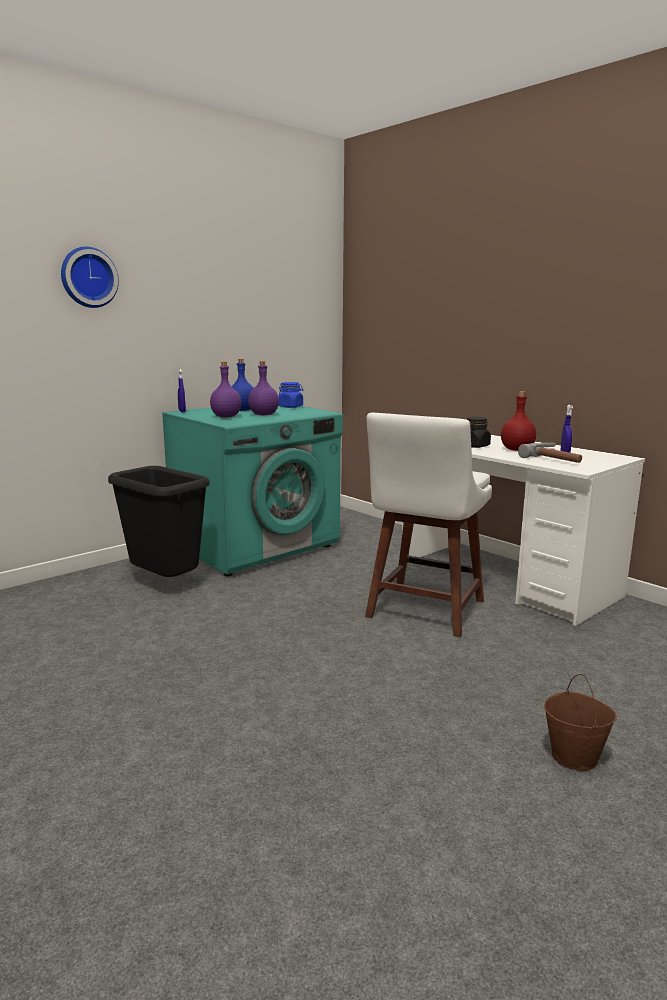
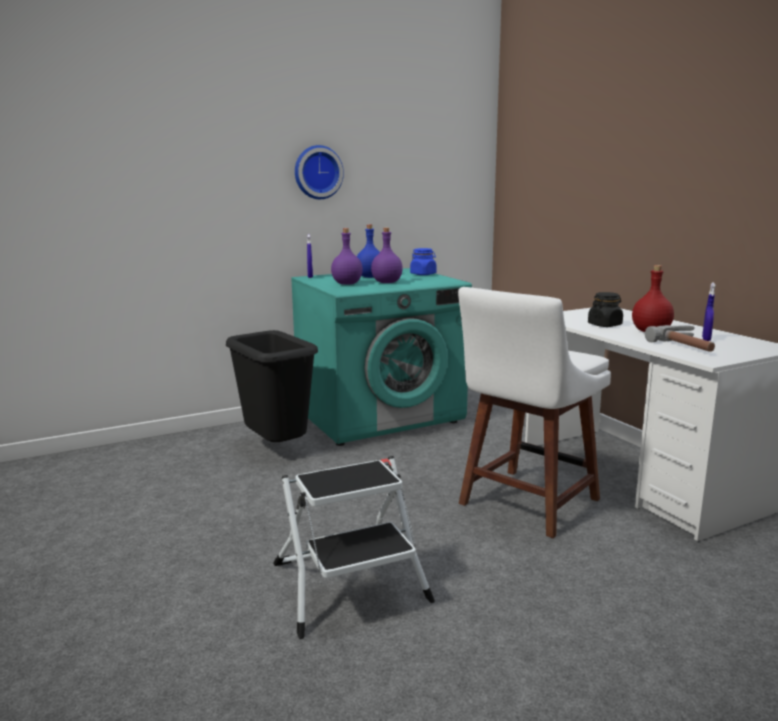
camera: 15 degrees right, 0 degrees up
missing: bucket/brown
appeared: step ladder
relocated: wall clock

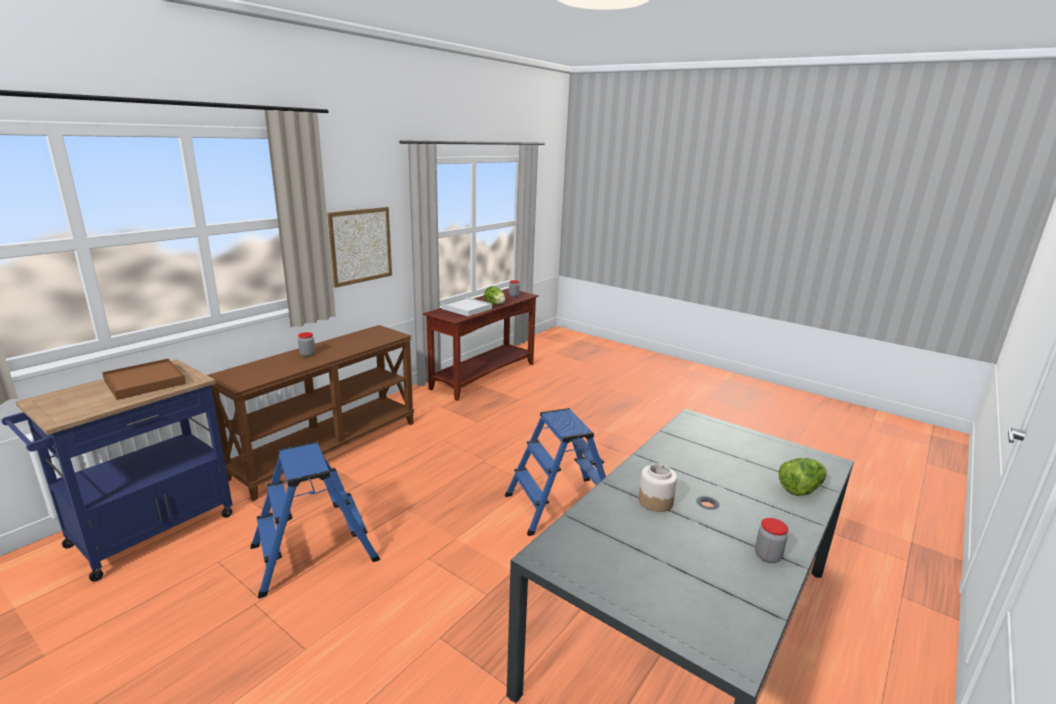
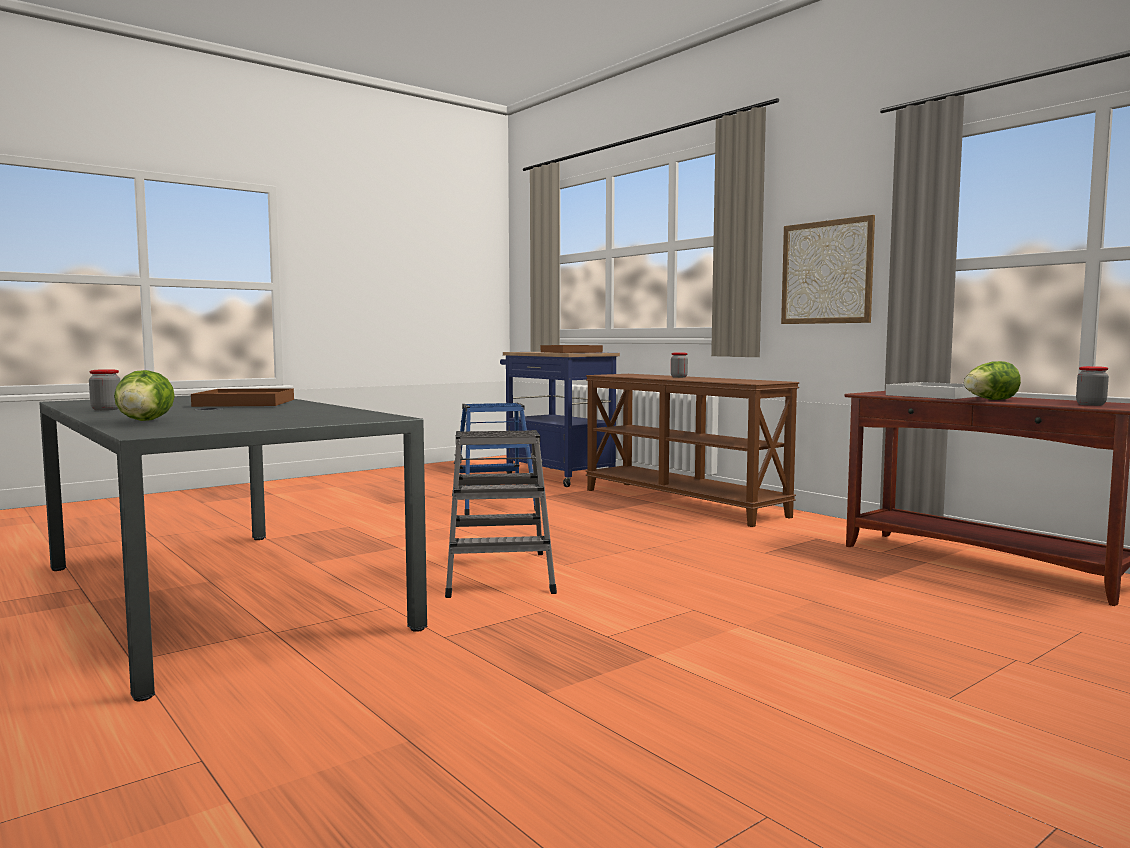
camera: 105 degrees right, 15 degrees down
exchanged: jar (no. 3 from left) to tray/brown (no. 1 from left)
colour: step ladder/blue (no. 2 from left) to step ladder/grey

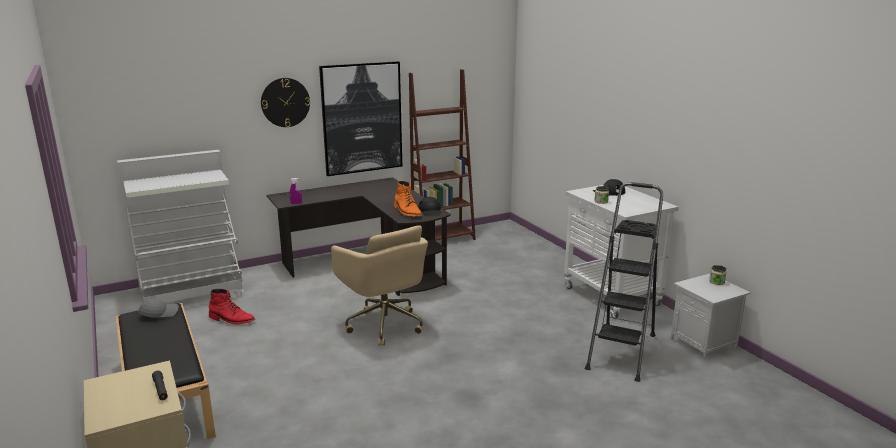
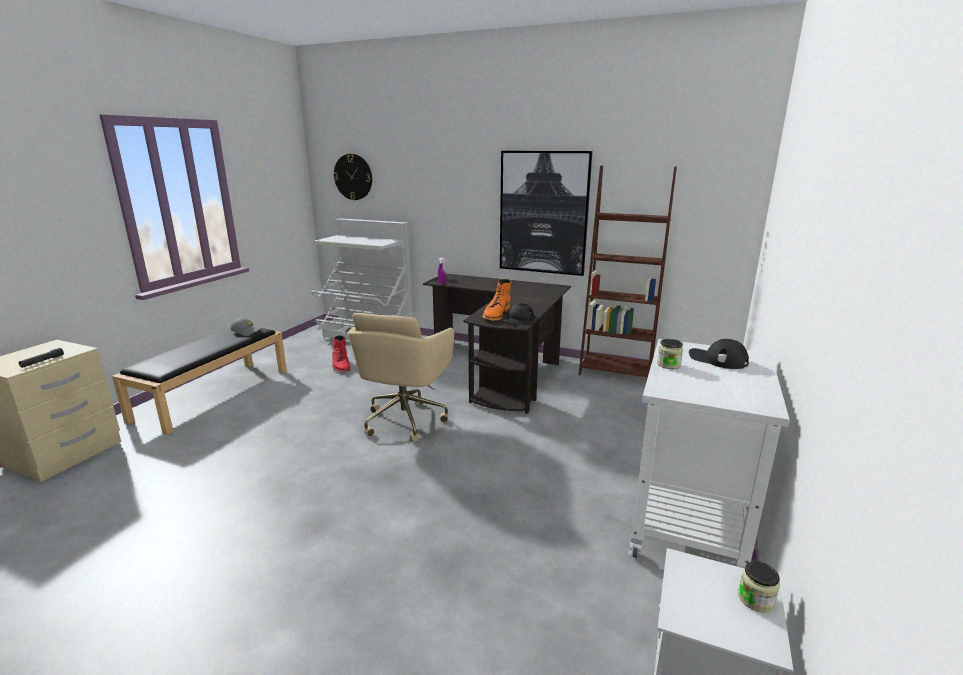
camera: 50 degrees right, 0 degrees up
missing: step ladder
relocated: wall clock

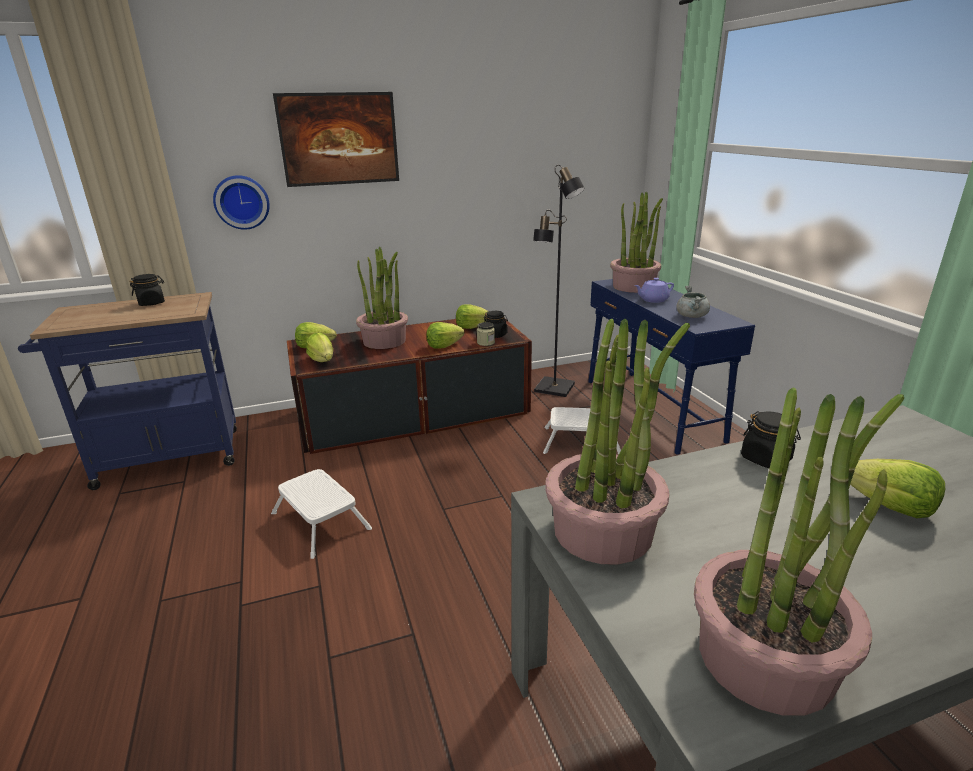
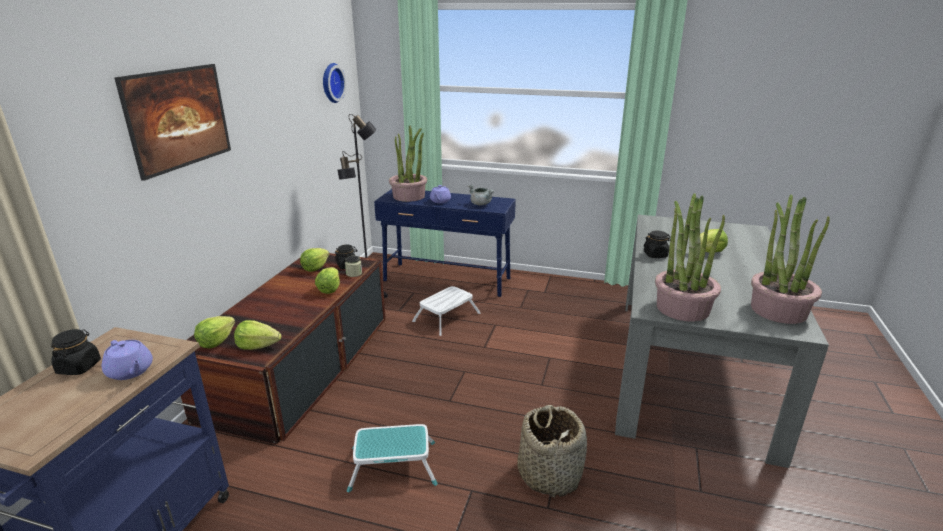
camera: 55 degrees left, 0 degrees up
missing: potted plant (no. 1 from left)
appeared: teapot/purple (no. 1 from left); basket
relocated: wall clock
colour: step ladder/white (no. 1 from left) to step ladder/turquoise

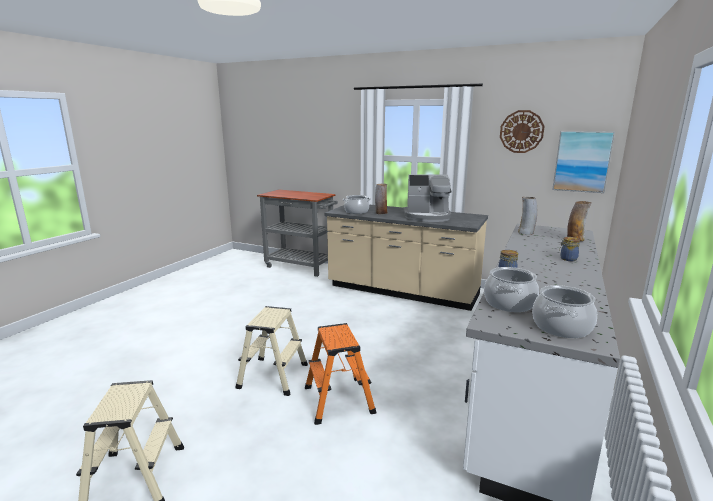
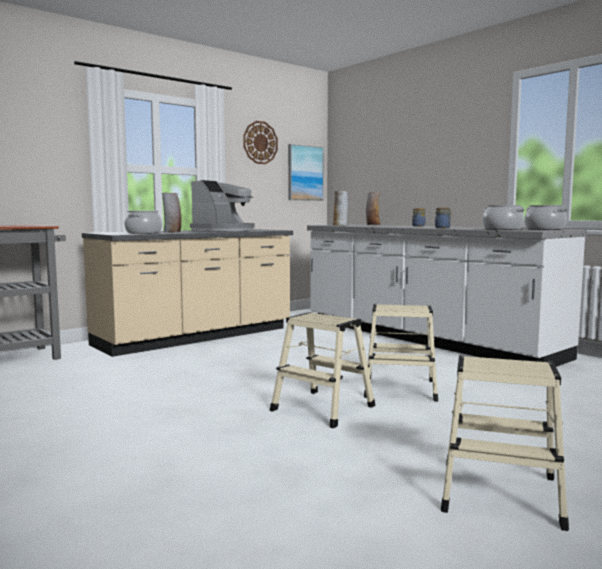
camera: 65 degrees left, 10 degrees down
colour: step ladder/orange to step ladder/beige (no. 2 from left)

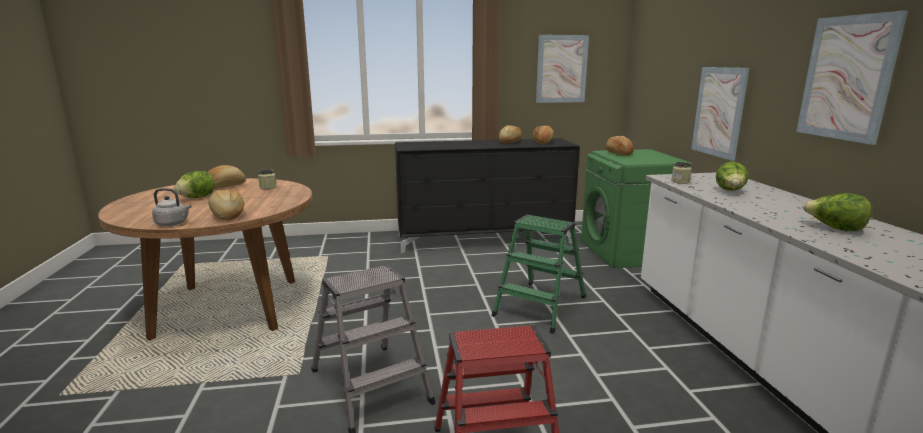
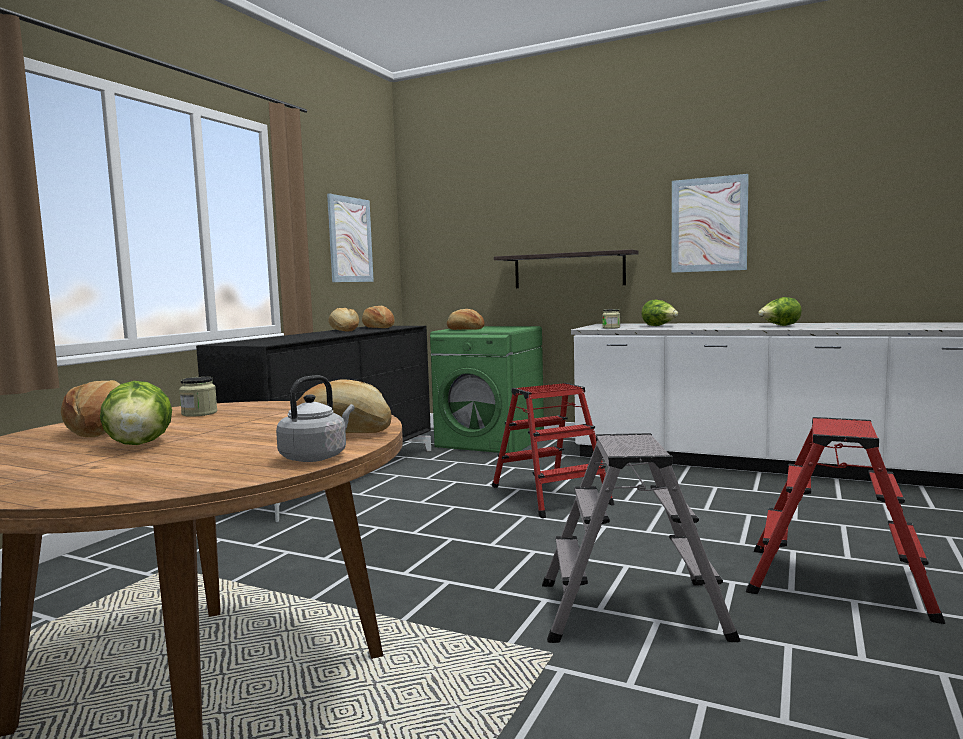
camera: 55 degrees left, 10 degrees down
exchanged: picture (no. 2 from left) to shelf
colour: step ladder/green to step ladder/red (no. 1 from left)

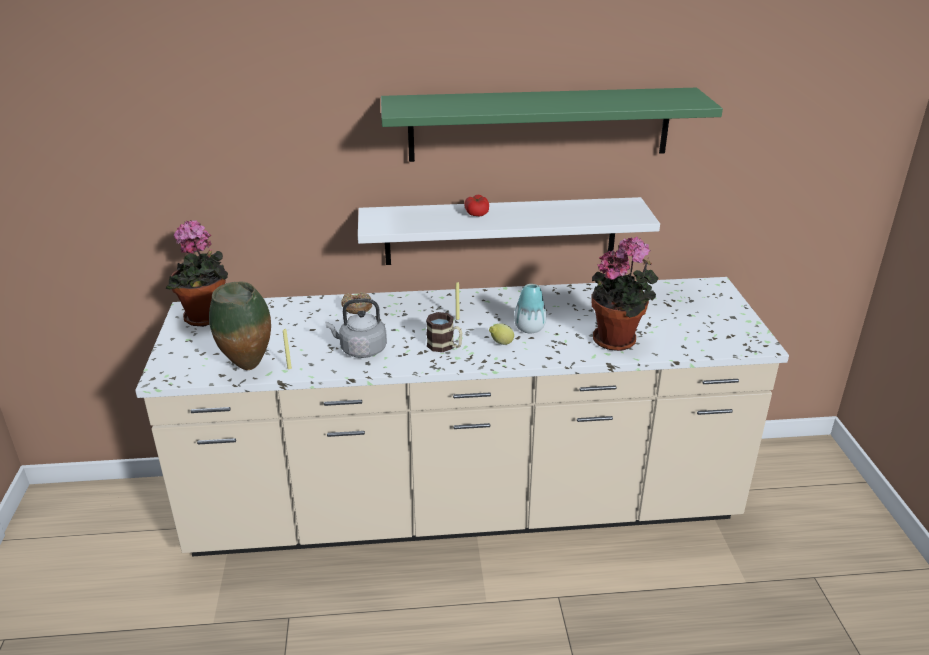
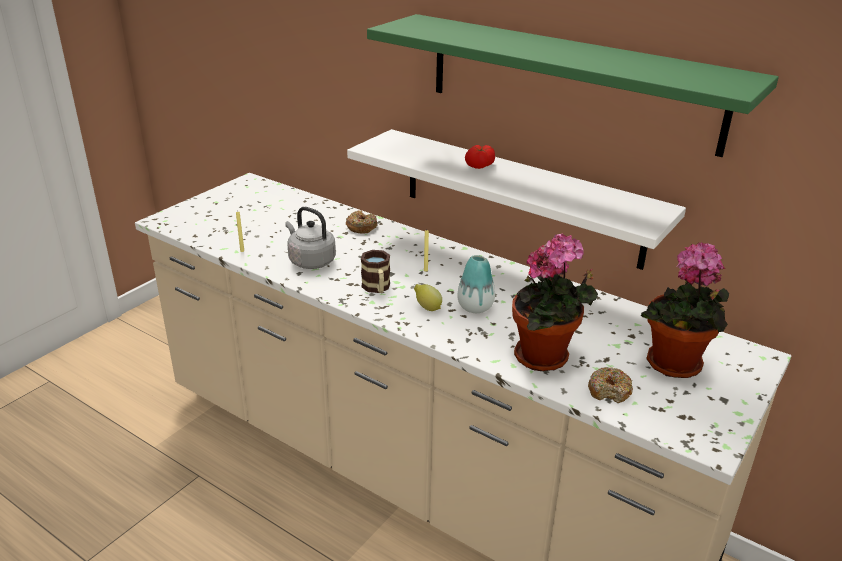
camera: 40 degrees right, 0 degrees up
missing: vase (no. 1 from left)
appeared: donut (no. 2 from left)
relocated: potted plant (no. 1 from left in the first image) to potted plant (no. 2 from left)

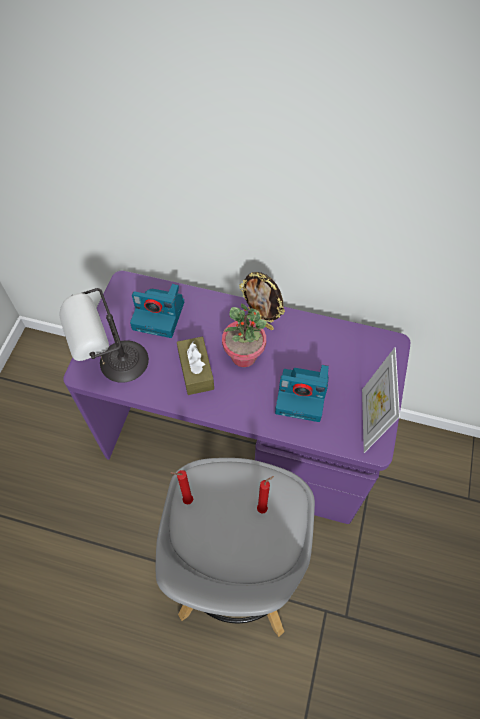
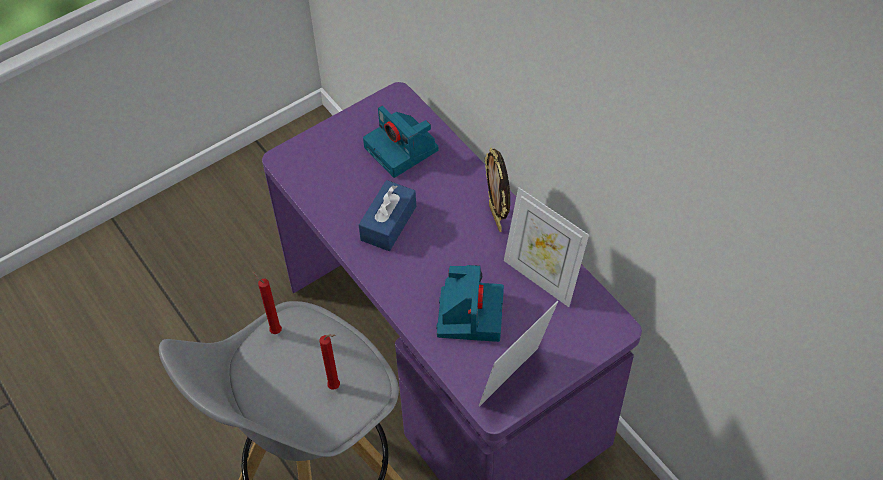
camera: 40 degrees right, 5 degrees down
missing: table lamp; potted plant
appeared: picture frame (no. 3 from left)
colour: tissue box/brown to tissue box/blue
spun: photo camera (no. 2 from left) 135 degrees counterclockwise

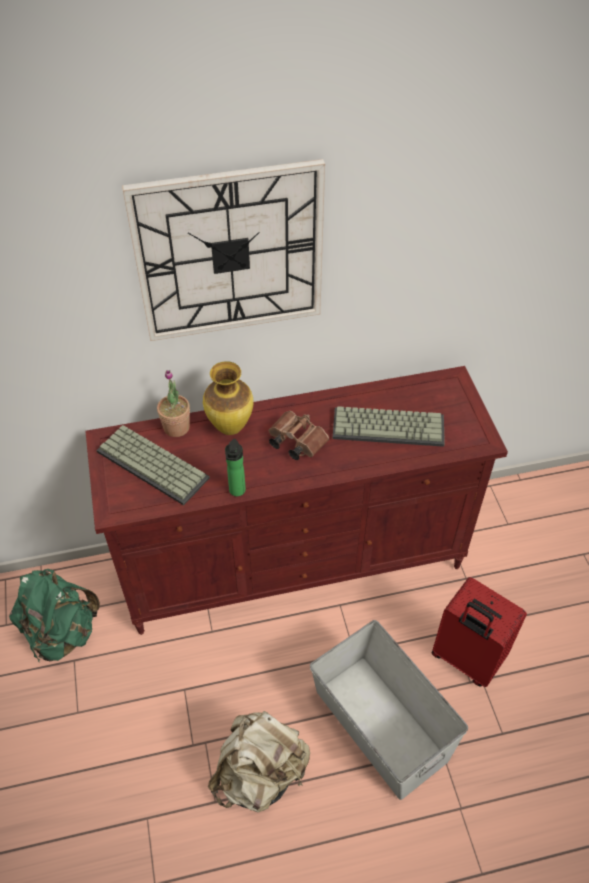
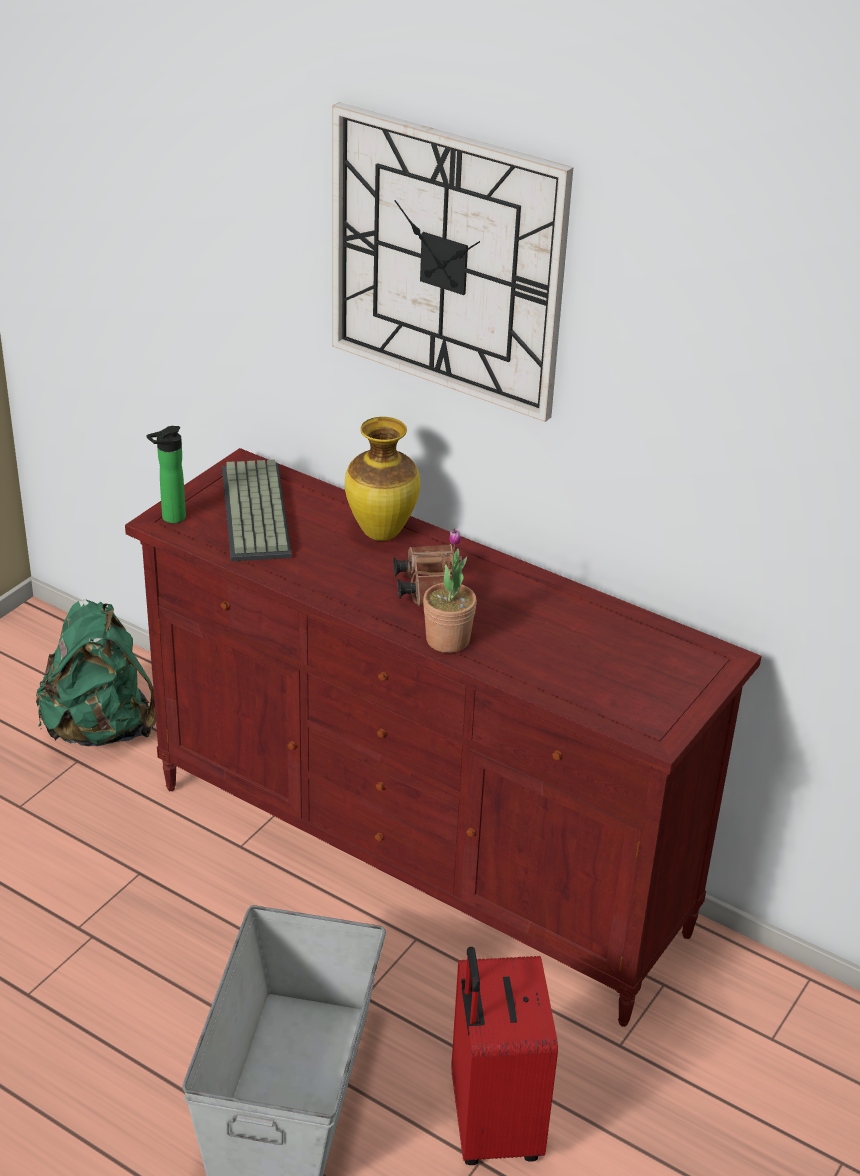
camera: 45 degrees right, 15 degrees down
missing: backpack/beige; keyboard (no. 2 from left)
relocated: potted plant; bottle

